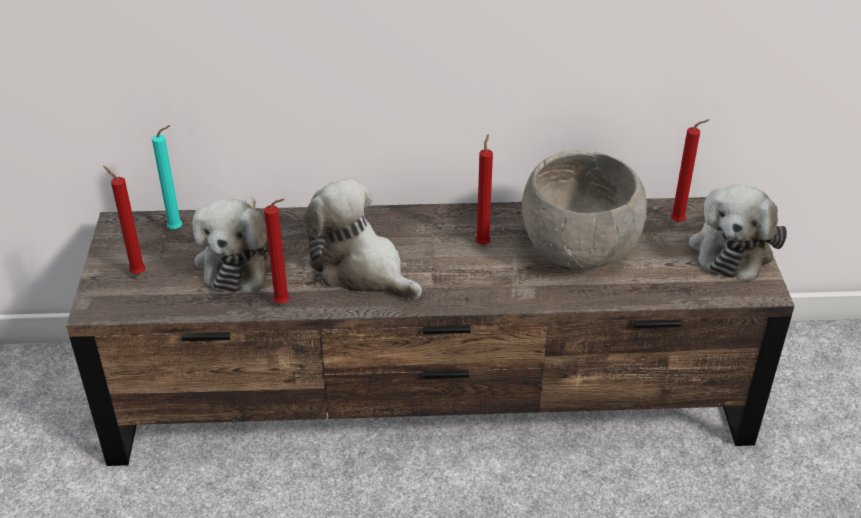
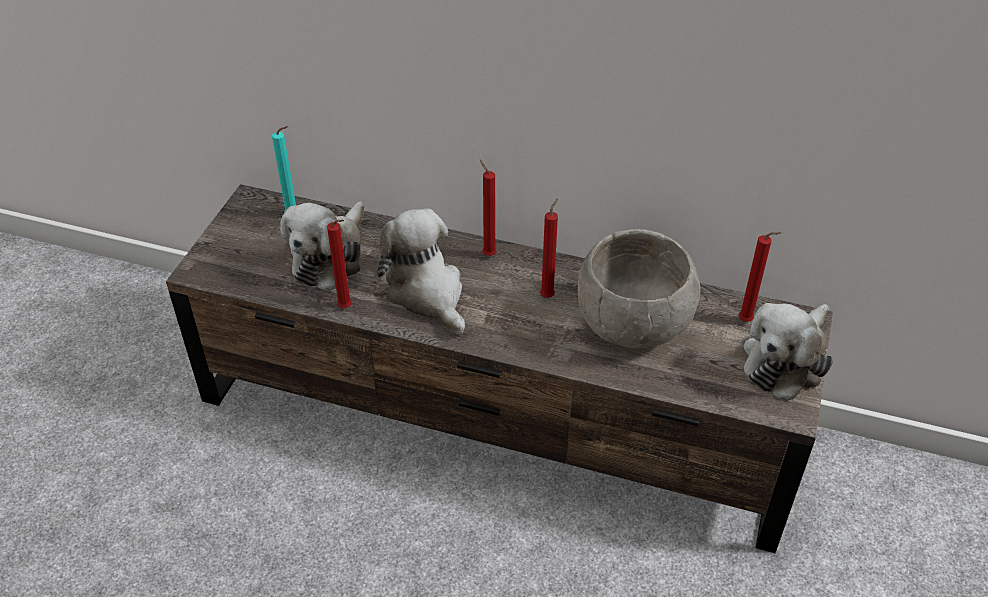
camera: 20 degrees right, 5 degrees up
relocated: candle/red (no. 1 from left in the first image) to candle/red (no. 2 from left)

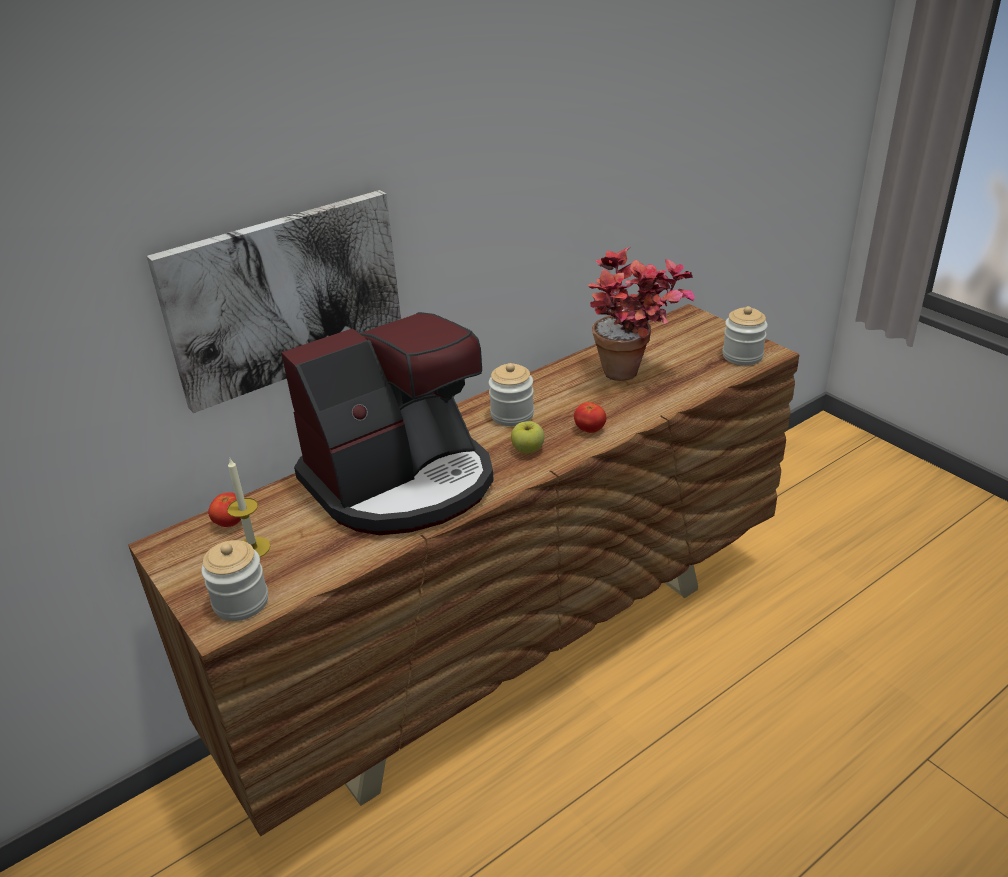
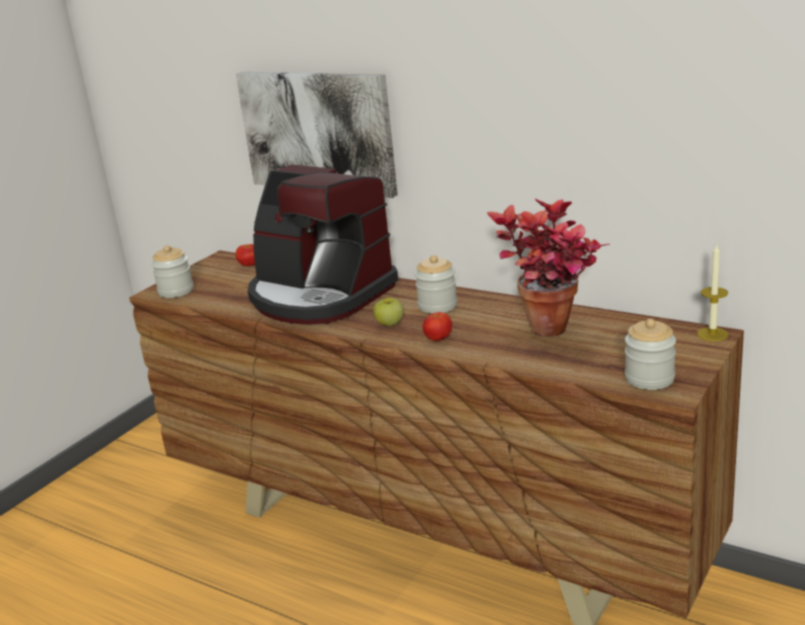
camera: 70 degrees right, 10 degrees down
relocated: candle

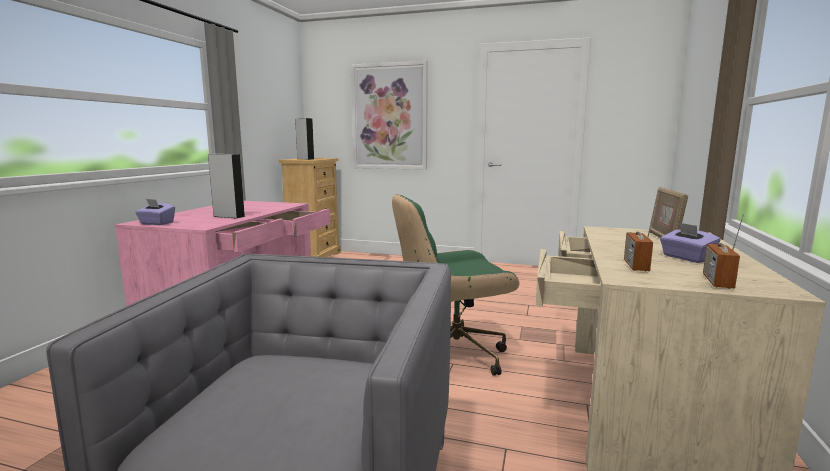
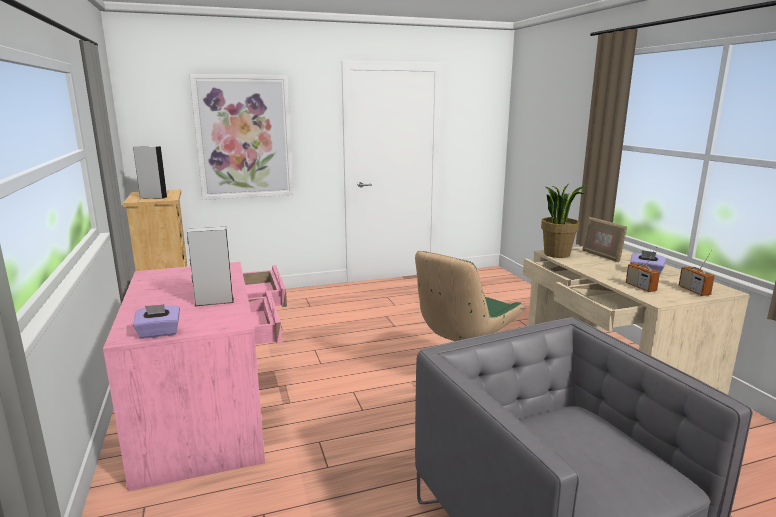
camera: 35 degrees left, 5 degrees up
appeared: potted plant

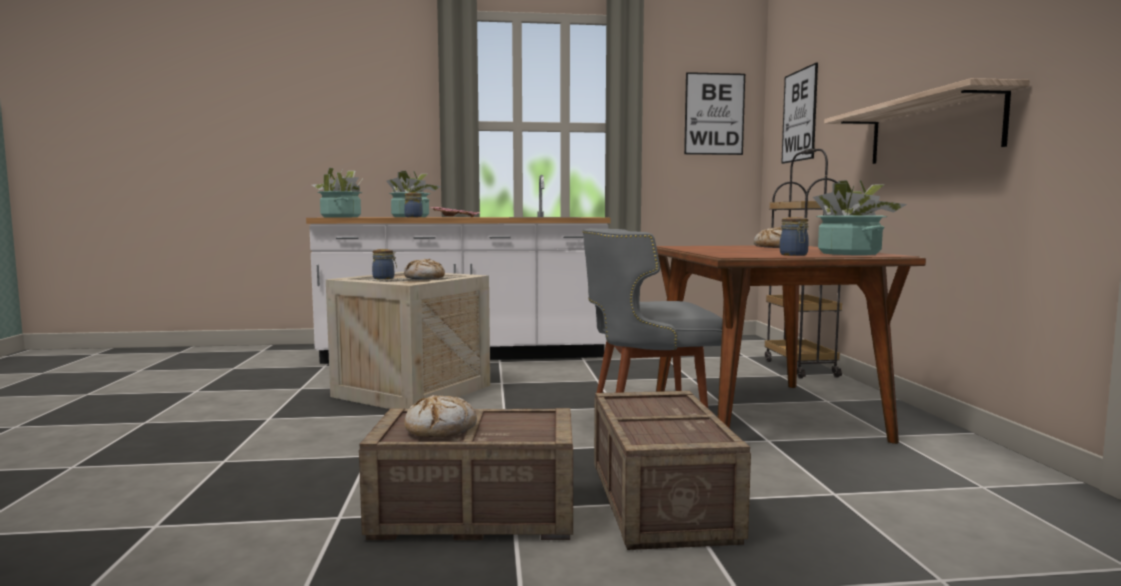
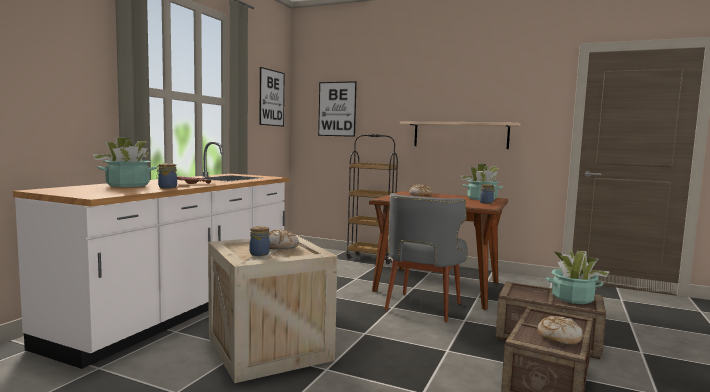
camera: 60 degrees left, 0 degrees up
relocated: potted plant (no. 1 from left in the first image) to potted plant (no. 3 from left)

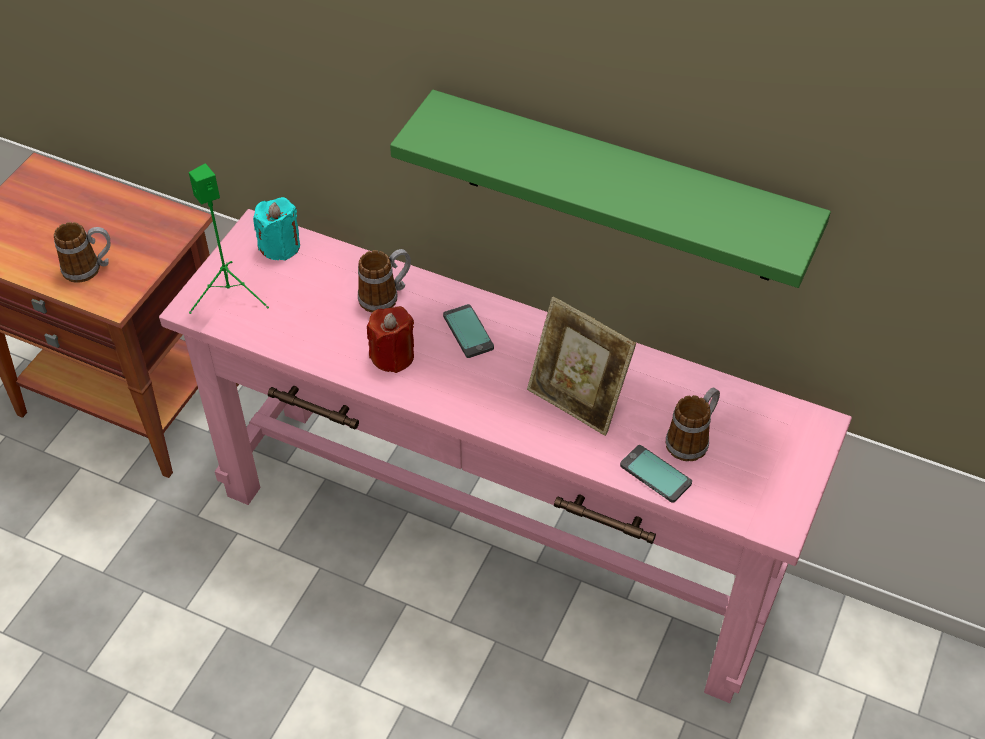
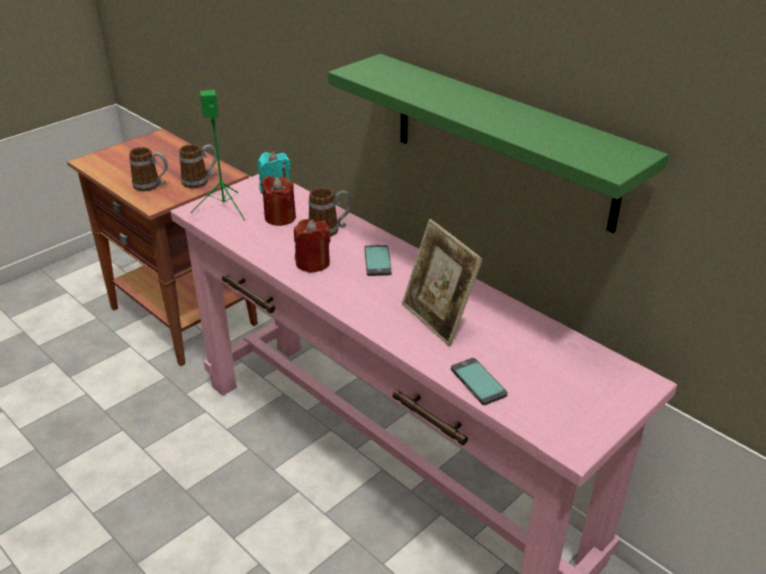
camera: 20 degrees right, 15 degrees down
appeared: candle/red (no. 1 from left)
relocated: mug (no. 3 from left in the first image) to mug (no. 2 from left)

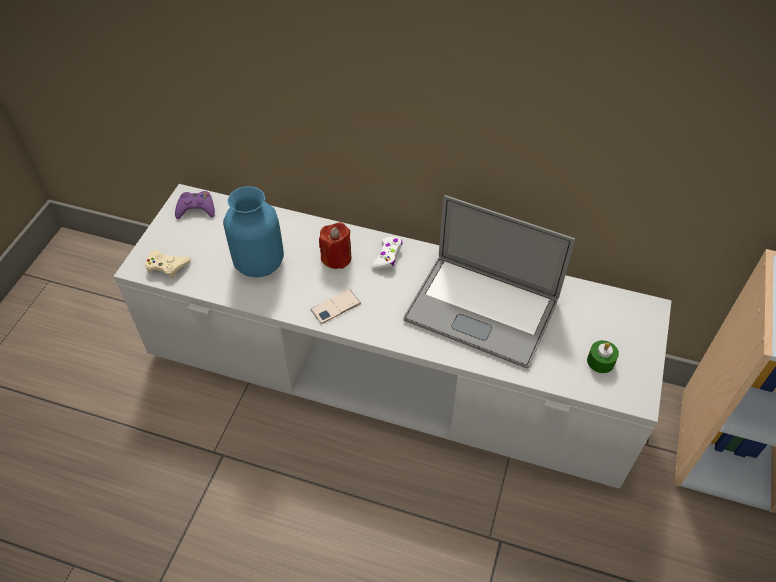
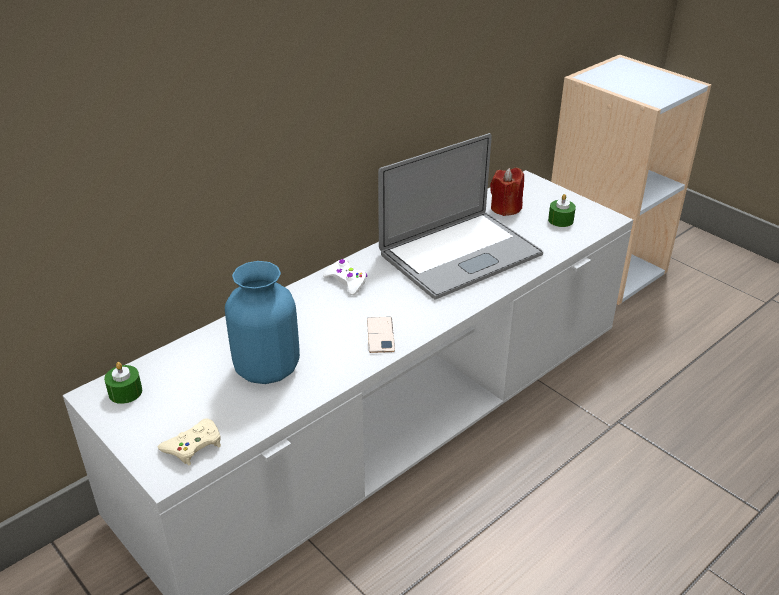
camera: 60 degrees left, 15 degrees down
relocated: candle/red
exchanged: game controller/purple to candle/green (no. 1 from left)

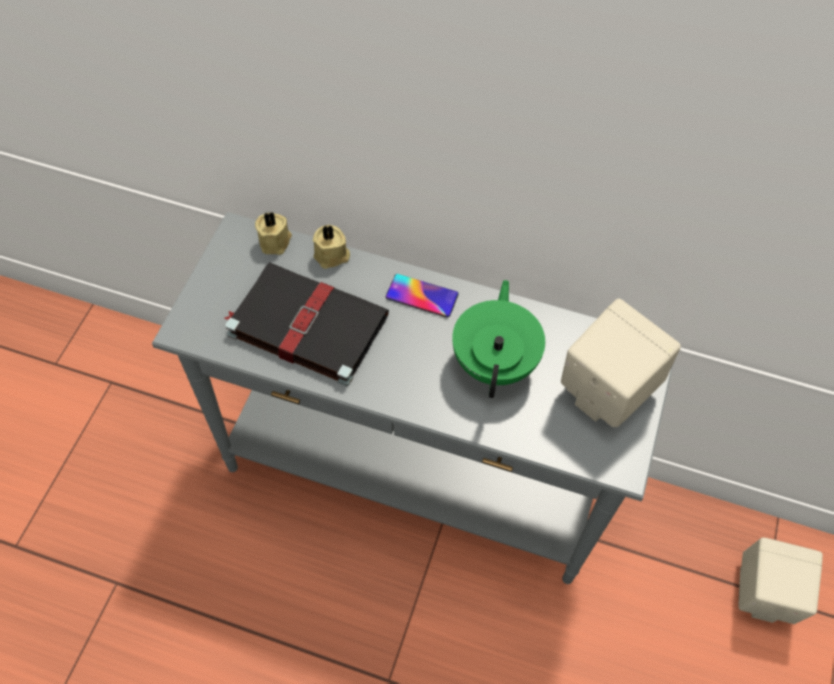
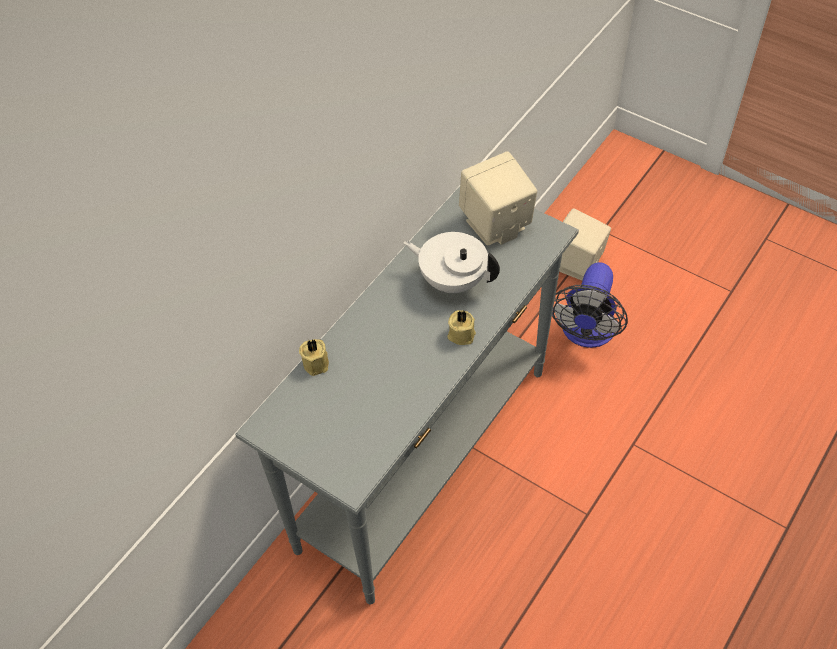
camera: 70 degrees left, 5 degrees down
missing: book/black; phone
appeared: fan
relocated: candle/beige (no. 1 from left in the first image) to candle/beige (no. 2 from left)
colour: teapot/green to teapot/white

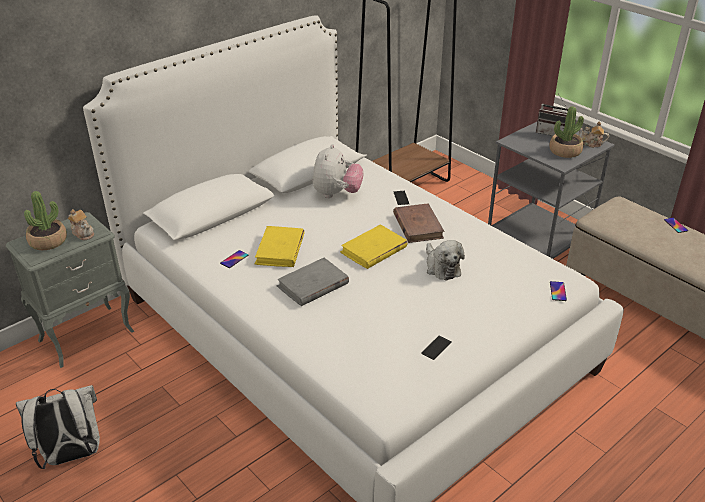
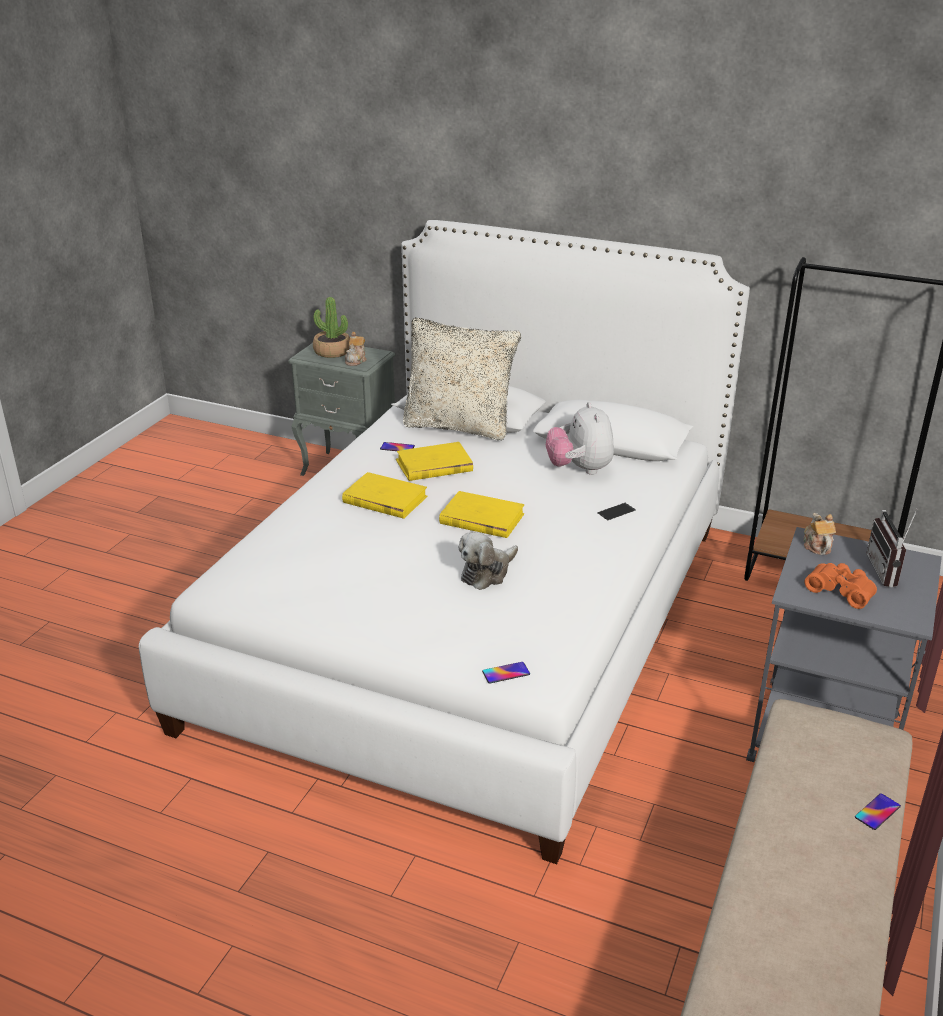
camera: 65 degrees right, 5 degrees down
missing: backpack/white; book/brown; phone (no. 3 from left)
appeared: pillow/beige
relocated: teapot (no. 2 from left)
exchanged: potted plant (no. 2 from left) to binoculars/orange
colour: book/grey to book/yellow (no. 1 from left)
spun: plush toy (no. 1 from left in the first image) 90 degrees clockwise

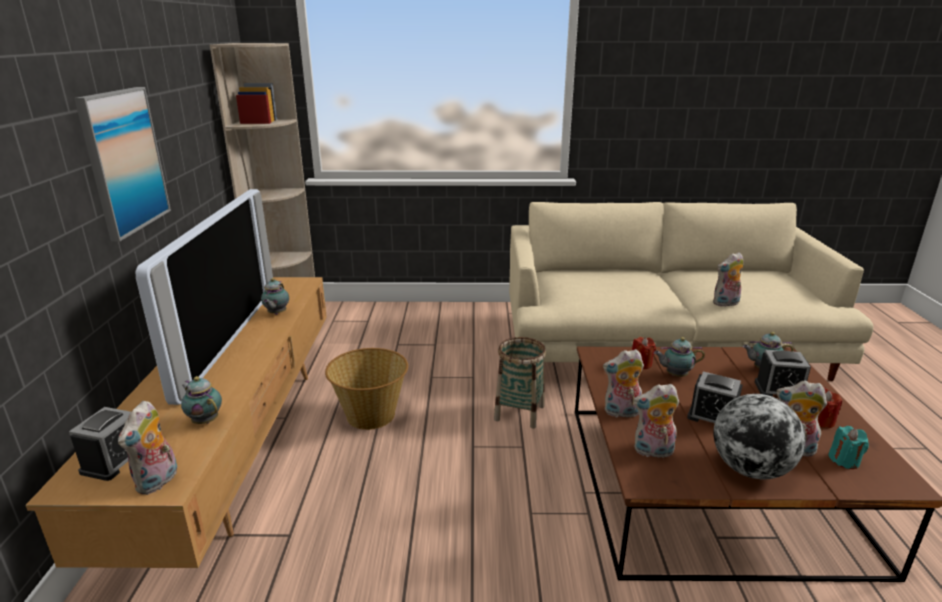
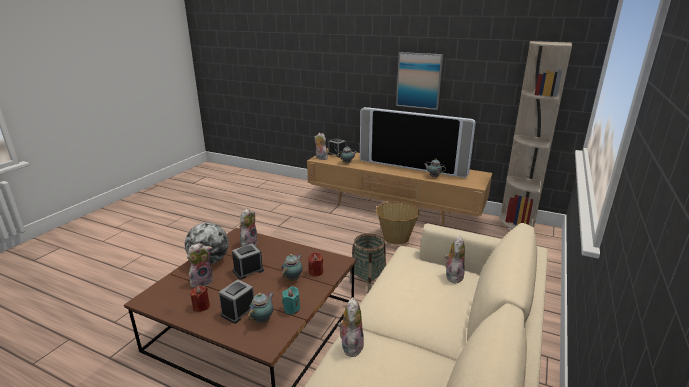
camera: 115 degrees right, 0 degrees up
relocated: plush toy (no. 2 from left in the first image) to plush toy (no. 5 from left); candle/turquoise

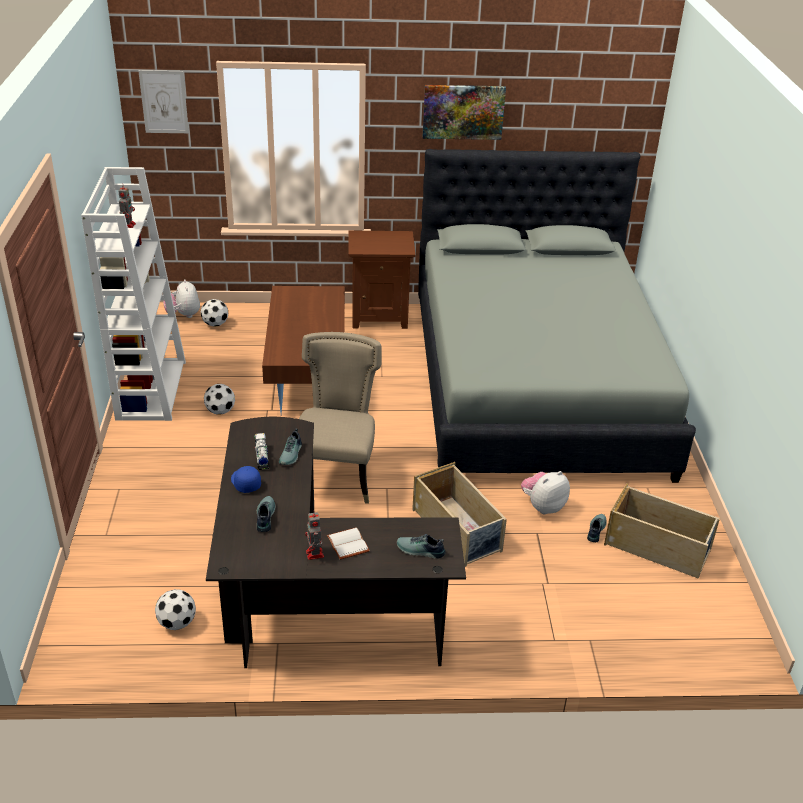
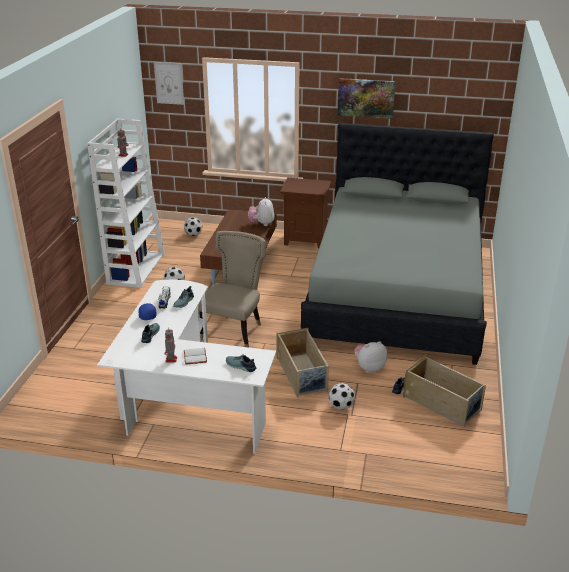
camera: 15 degrees right, 5 degrees down
relocated: football (no. 1 from left in the first image) to football (no. 3 from left); plush toy (no. 1 from left)
colour: desk/black to desk/white

